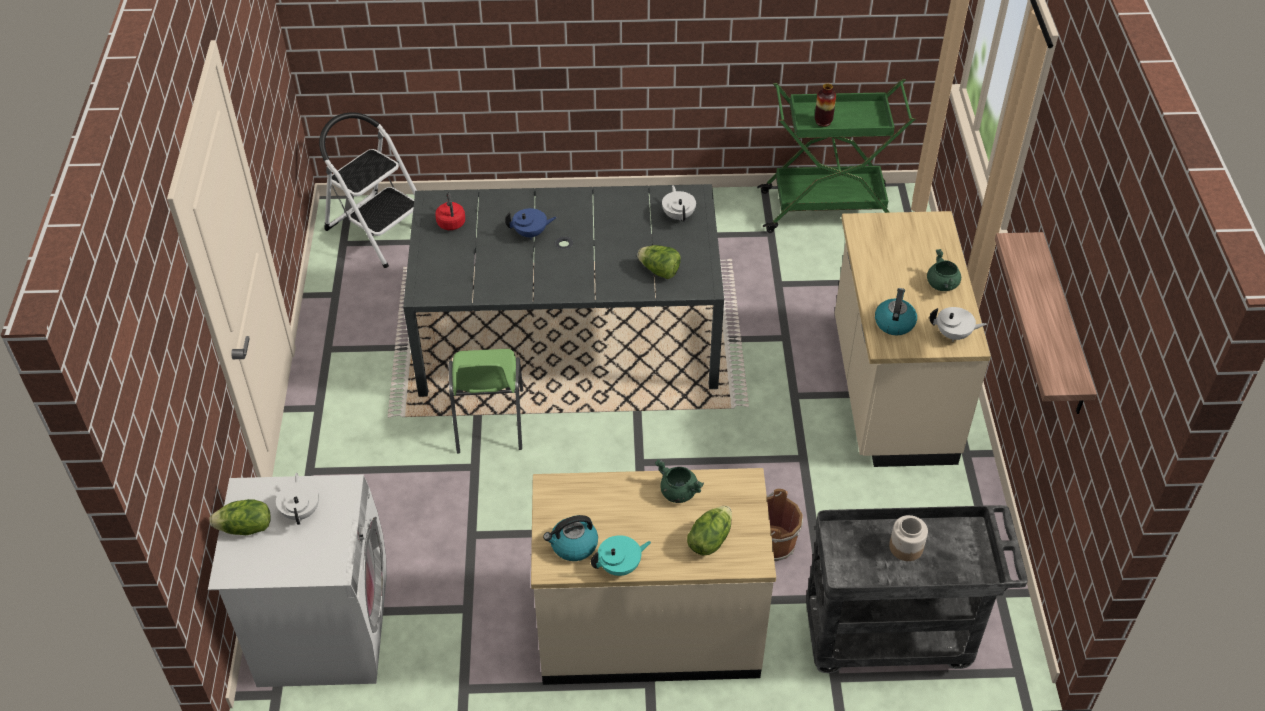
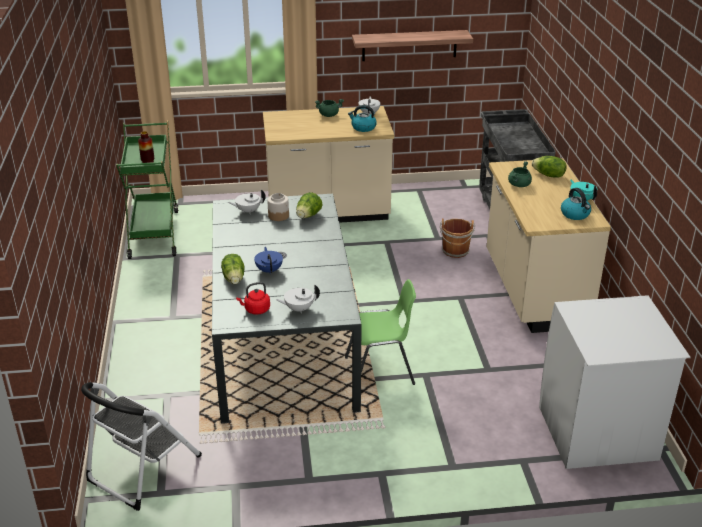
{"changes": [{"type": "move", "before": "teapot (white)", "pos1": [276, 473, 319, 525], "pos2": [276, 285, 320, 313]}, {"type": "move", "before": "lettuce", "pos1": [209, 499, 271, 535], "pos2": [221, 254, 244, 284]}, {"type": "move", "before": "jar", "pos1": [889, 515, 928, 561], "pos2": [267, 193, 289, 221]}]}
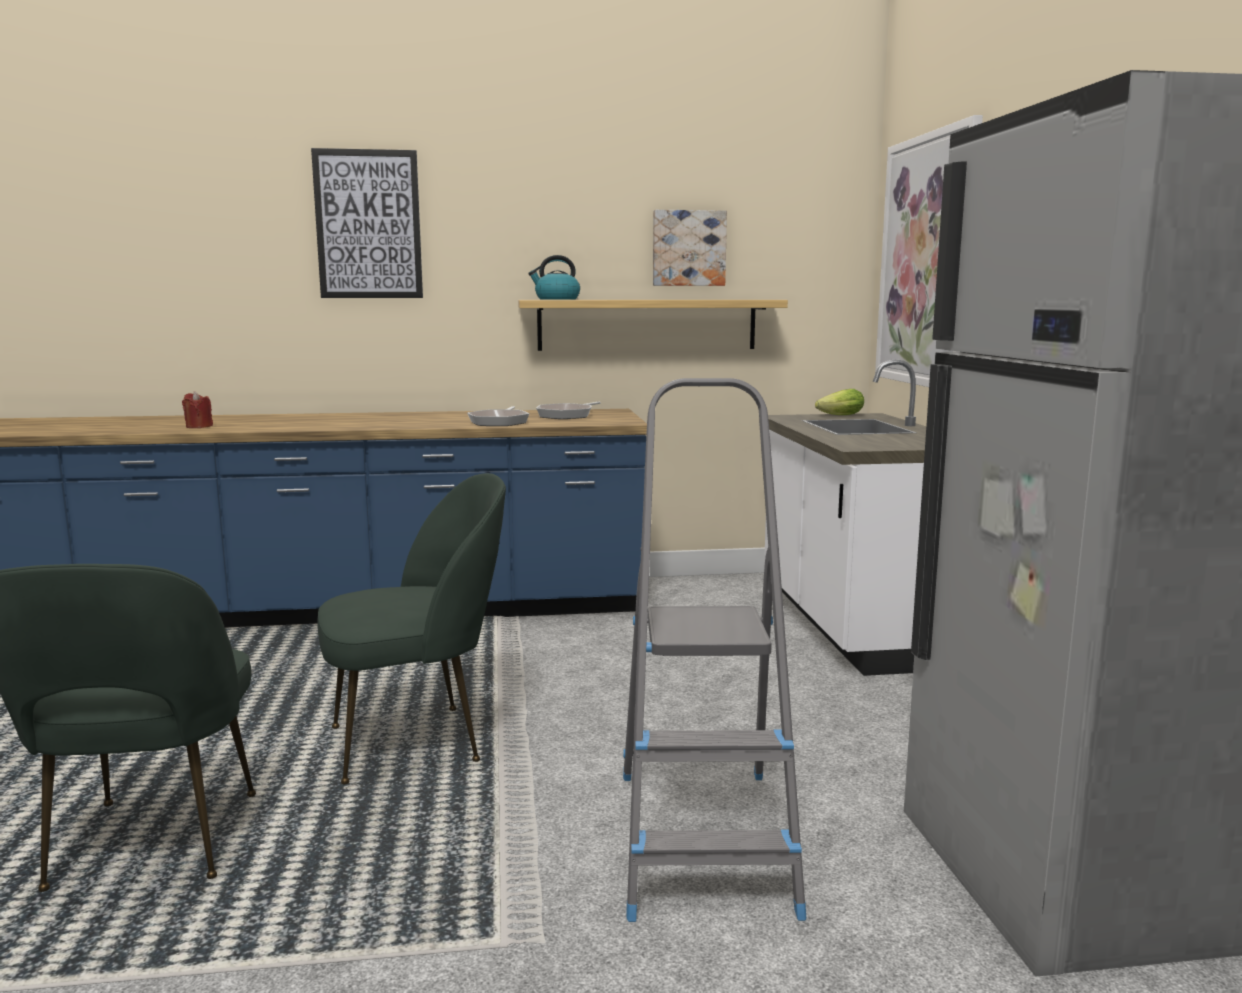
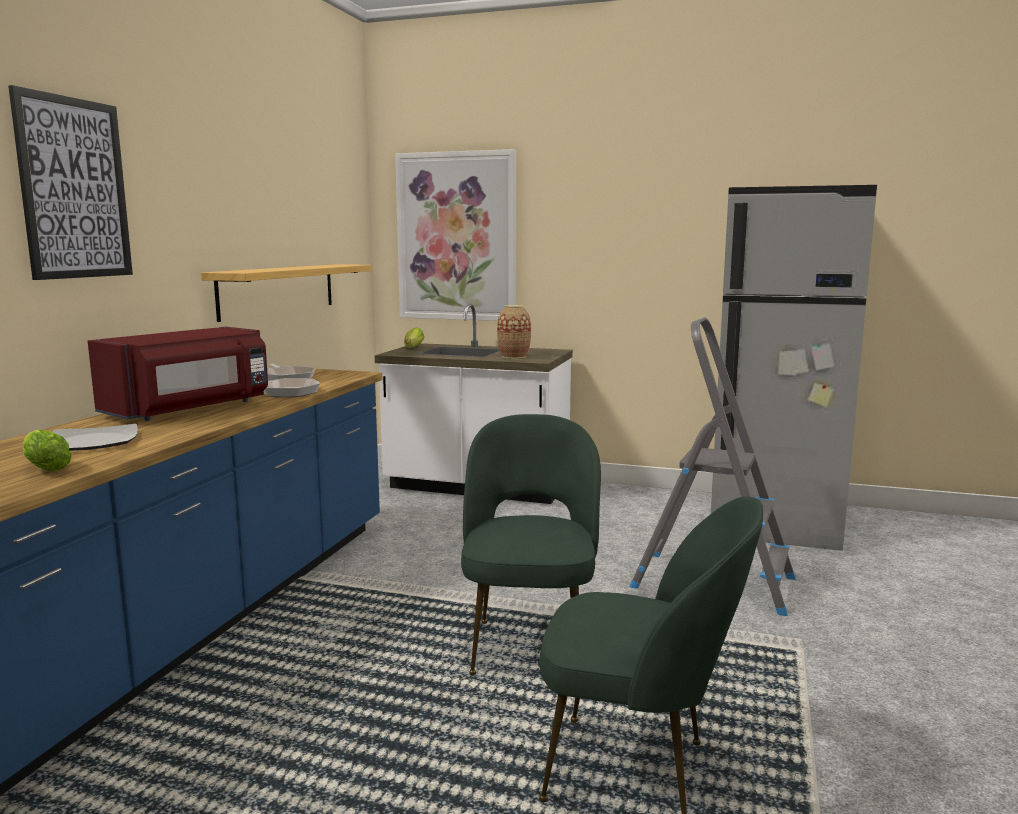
{"changes": [{"type": "delete", "before": "picture", "pos1": [653, 210, 727, 286]}, {"type": "delete", "before": "kettle", "pos1": [528, 255, 580, 299]}, {"type": "replace", "before": "candle (red)", "after": "lettuce", "pos1": [182, 391, 213, 428], "pos2": [23, 429, 72, 471]}, {"type": "insert", "after": "vase", "pos2": [497, 305, 531, 358]}, {"type": "insert", "after": "microwave (red)", "pos2": [88, 327, 268, 421]}, {"type": "insert", "after": "plate", "pos2": [52, 424, 138, 451]}]}
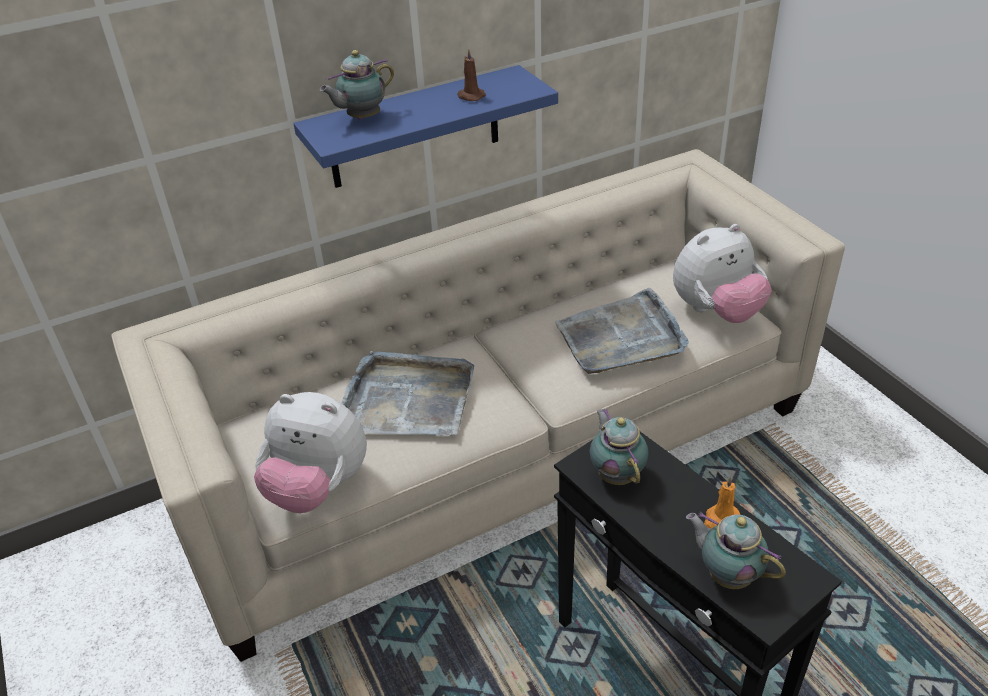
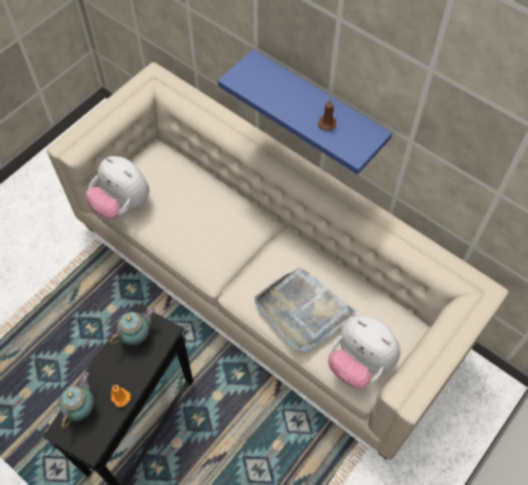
{"changes": [{"type": "delete", "before": "teapot", "pos1": [320, 50, 394, 120]}, {"type": "delete", "before": "tray (grey)", "pos1": [341, 351, 474, 436]}, {"type": "rotate", "before": "plush toy", "pos1": [254, 392, 367, 513], "pos2": [85, 156, 149, 220], "turn": -45}]}
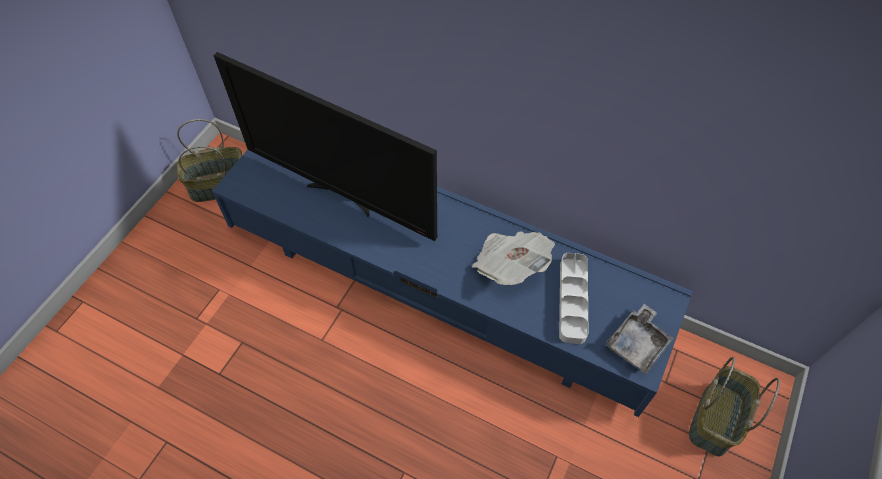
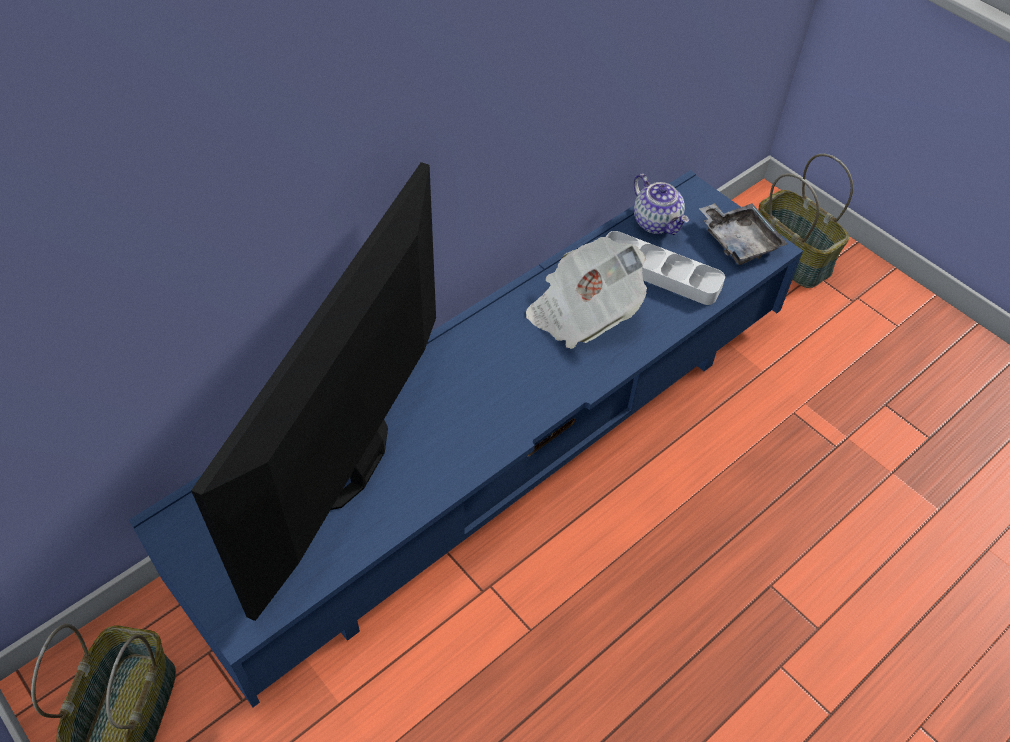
{"changes": [{"type": "rotate", "before": "television", "pos1": [213, 52, 437, 241], "pos2": [191, 162, 436, 621], "turn": 150}, {"type": "insert", "after": "teapot", "pos2": [633, 174, 689, 235]}]}
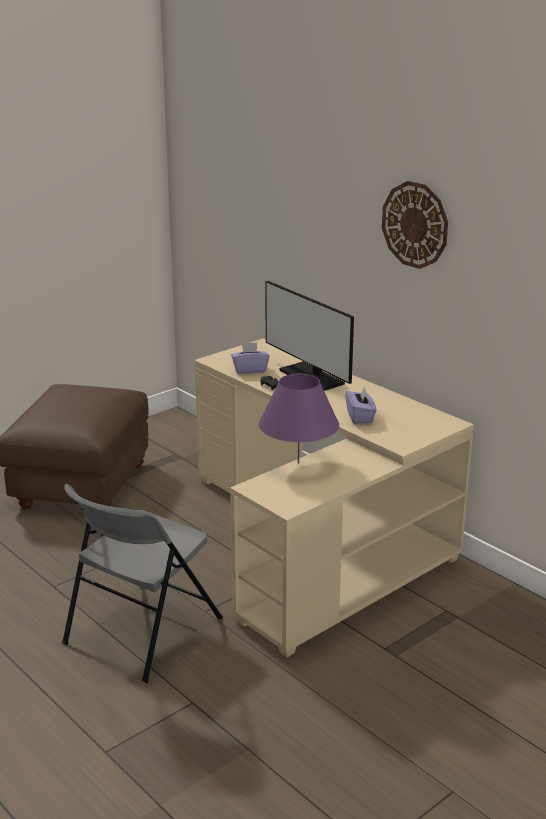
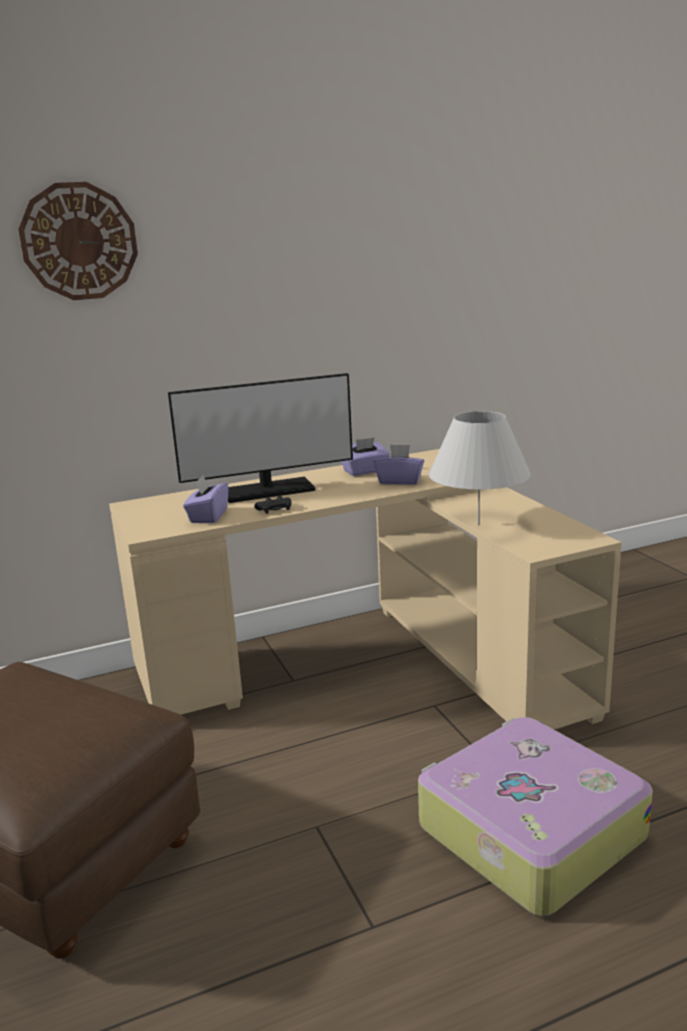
{"changes": [{"type": "move", "before": "wall clock", "pos1": [382, 181, 448, 269], "pos2": [18, 182, 138, 300]}, {"type": "recolor", "before": "table lamp (purple)", "after": "table lamp (white)", "pos1": [259, 374, 339, 463], "pos2": [428, 411, 531, 526]}, {"type": "replace", "before": "chair (grey)", "after": "suitcase", "pos1": [62, 484, 223, 683], "pos2": [418, 717, 653, 916]}, {"type": "insert", "after": "tissue box (purple)", "pos2": [341, 437, 390, 476]}]}
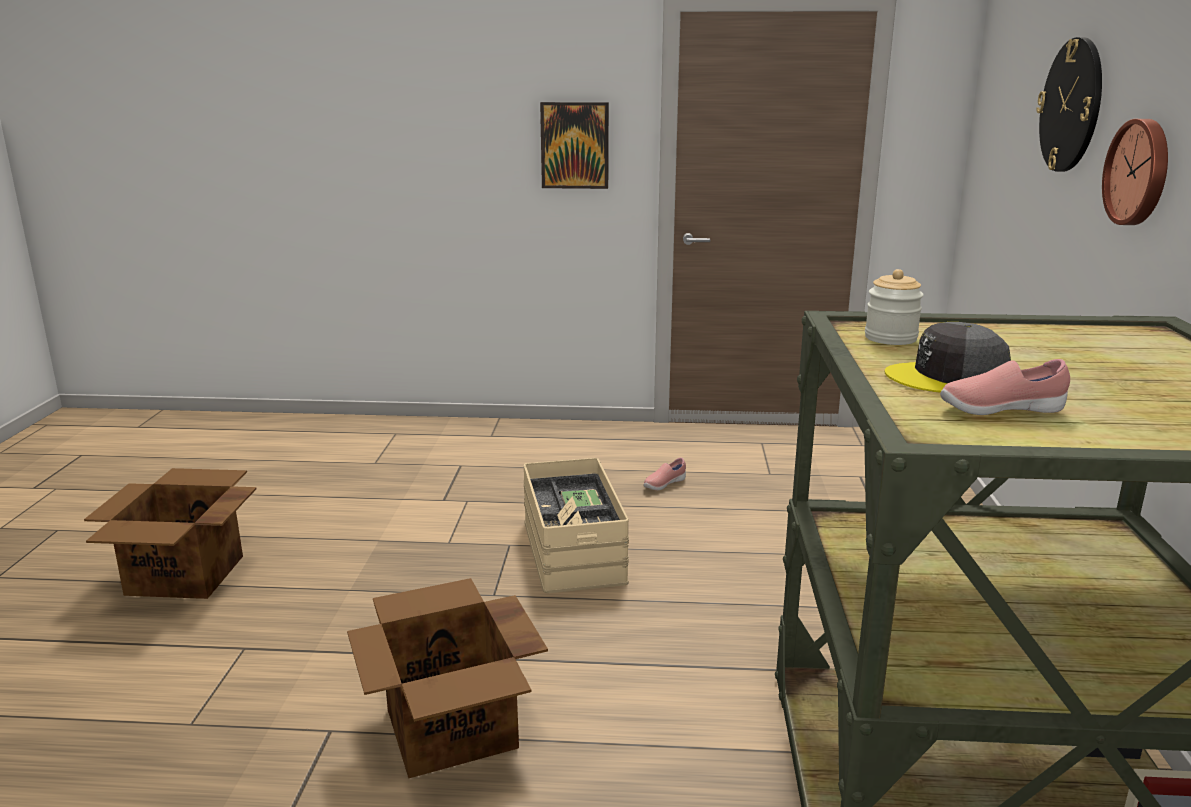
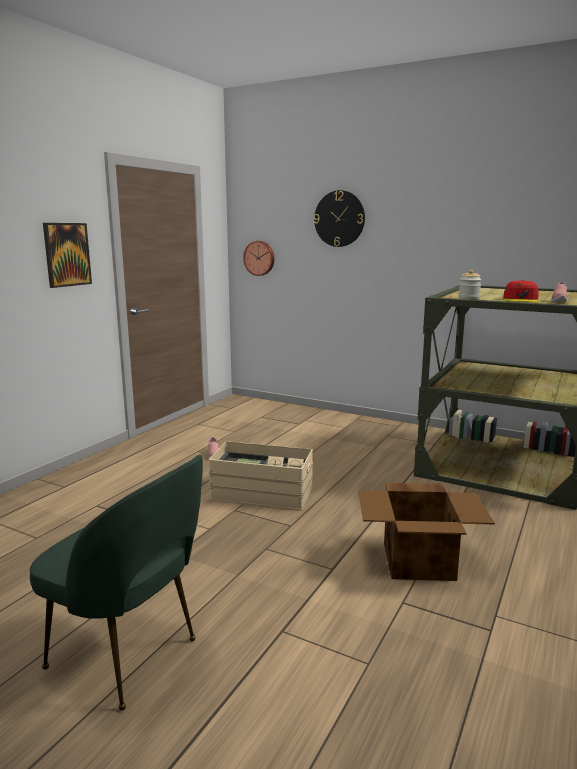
{"changes": [{"type": "move", "before": "wall clock", "pos1": [1102, 119, 1168, 225], "pos2": [243, 241, 274, 276]}, {"type": "recolor", "before": "cap (grey)", "after": "cap (red)", "pos1": [885, 322, 1011, 392], "pos2": [503, 280, 539, 302]}, {"type": "replace", "before": "cardboard box", "after": "chair (green)", "pos1": [84, 468, 256, 599], "pos2": [30, 455, 203, 711]}]}
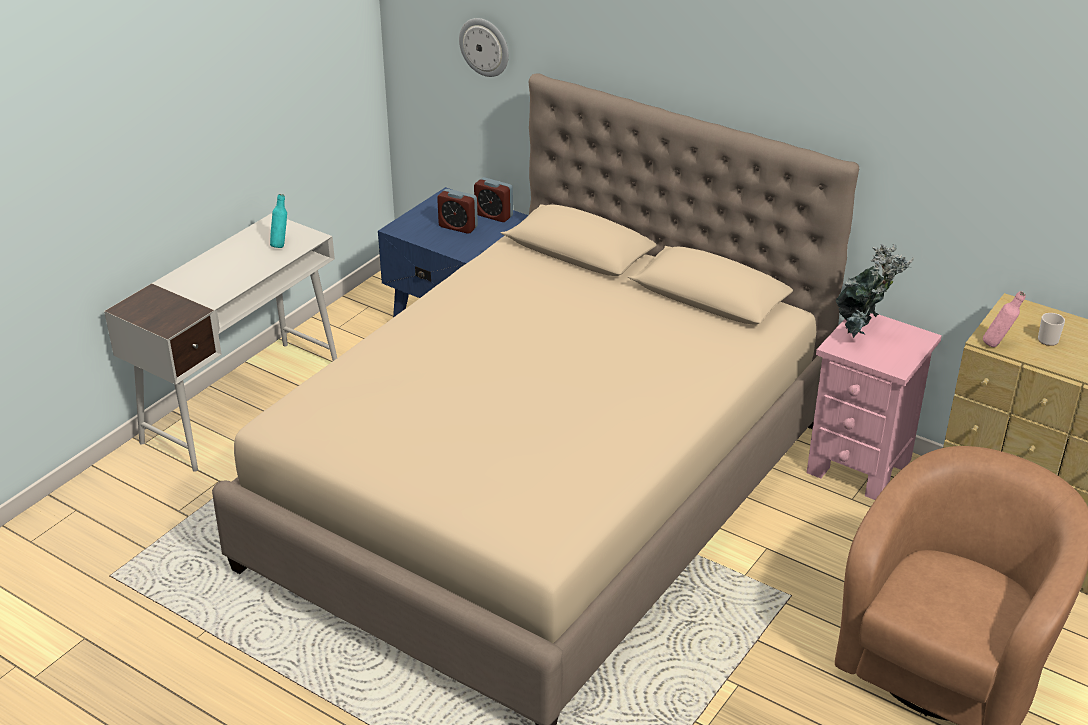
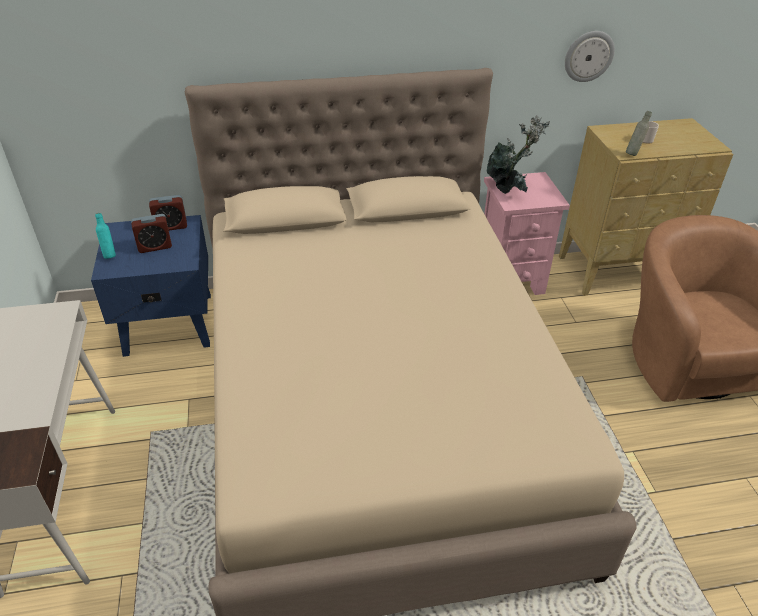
{"changes": [{"type": "move", "before": "wall clock", "pos1": [459, 18, 509, 77], "pos2": [565, 31, 615, 82]}, {"type": "move", "before": "bottle (turquoise)", "pos1": [270, 194, 287, 248], "pos2": [95, 213, 116, 259]}, {"type": "recolor", "before": "bottle (pink)", "after": "bottle (grey)", "pos1": [983, 291, 1026, 347], "pos2": [626, 111, 652, 156]}]}
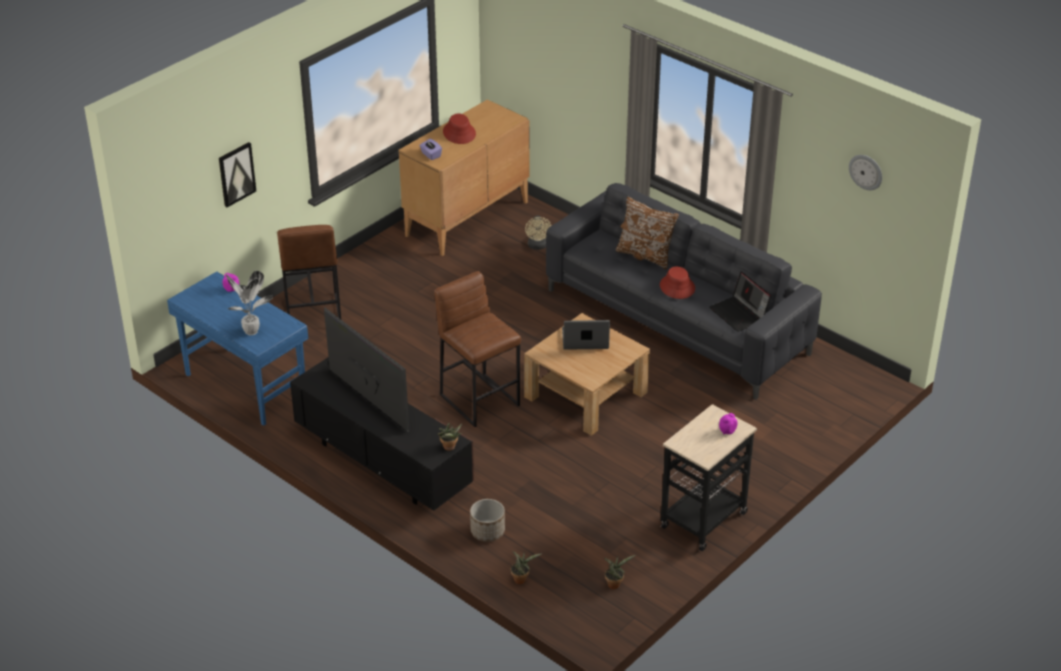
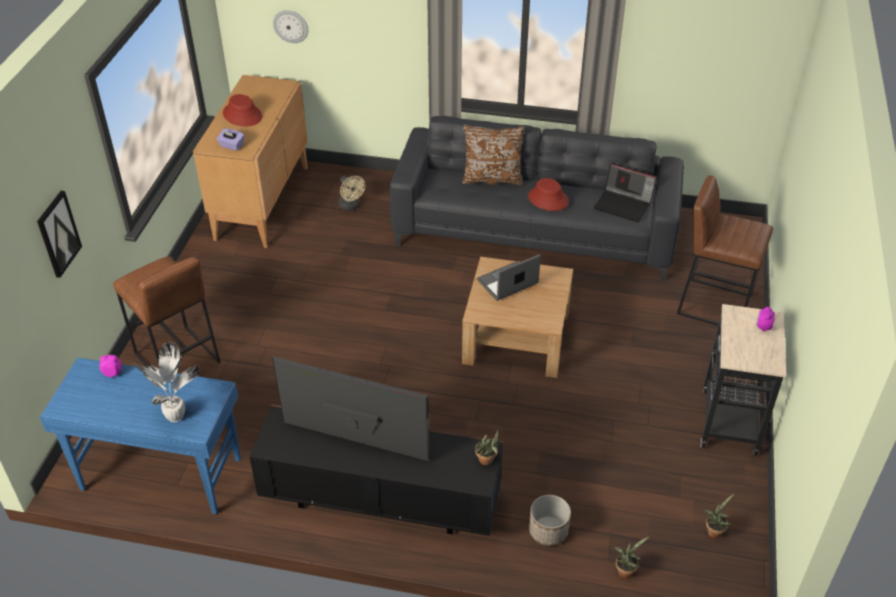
{"changes": [{"type": "move", "before": "wall clock", "pos1": [849, 155, 882, 190], "pos2": [273, 10, 308, 43]}, {"type": "move", "before": "stool (brown)", "pos1": [434, 271, 521, 427], "pos2": [677, 175, 773, 326]}]}
